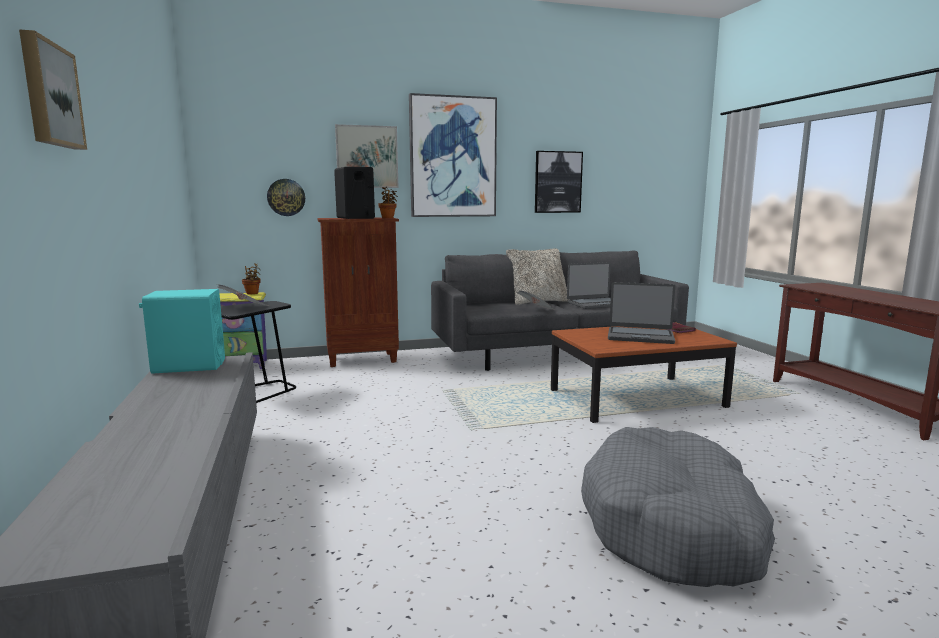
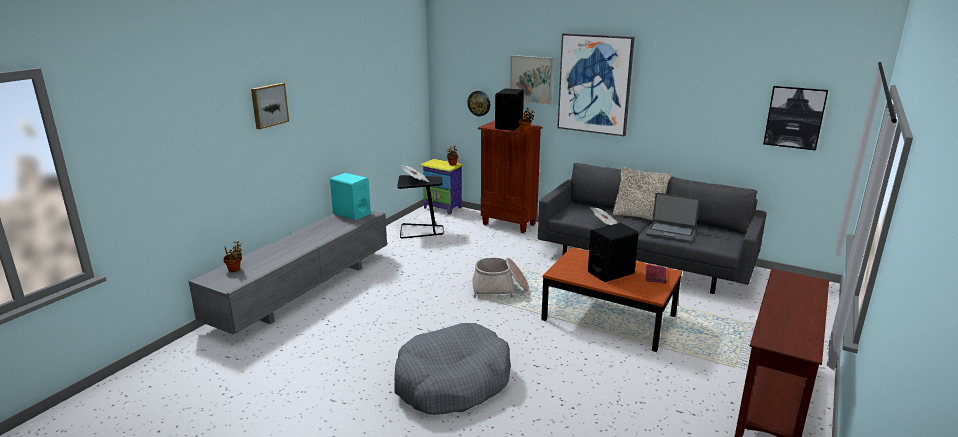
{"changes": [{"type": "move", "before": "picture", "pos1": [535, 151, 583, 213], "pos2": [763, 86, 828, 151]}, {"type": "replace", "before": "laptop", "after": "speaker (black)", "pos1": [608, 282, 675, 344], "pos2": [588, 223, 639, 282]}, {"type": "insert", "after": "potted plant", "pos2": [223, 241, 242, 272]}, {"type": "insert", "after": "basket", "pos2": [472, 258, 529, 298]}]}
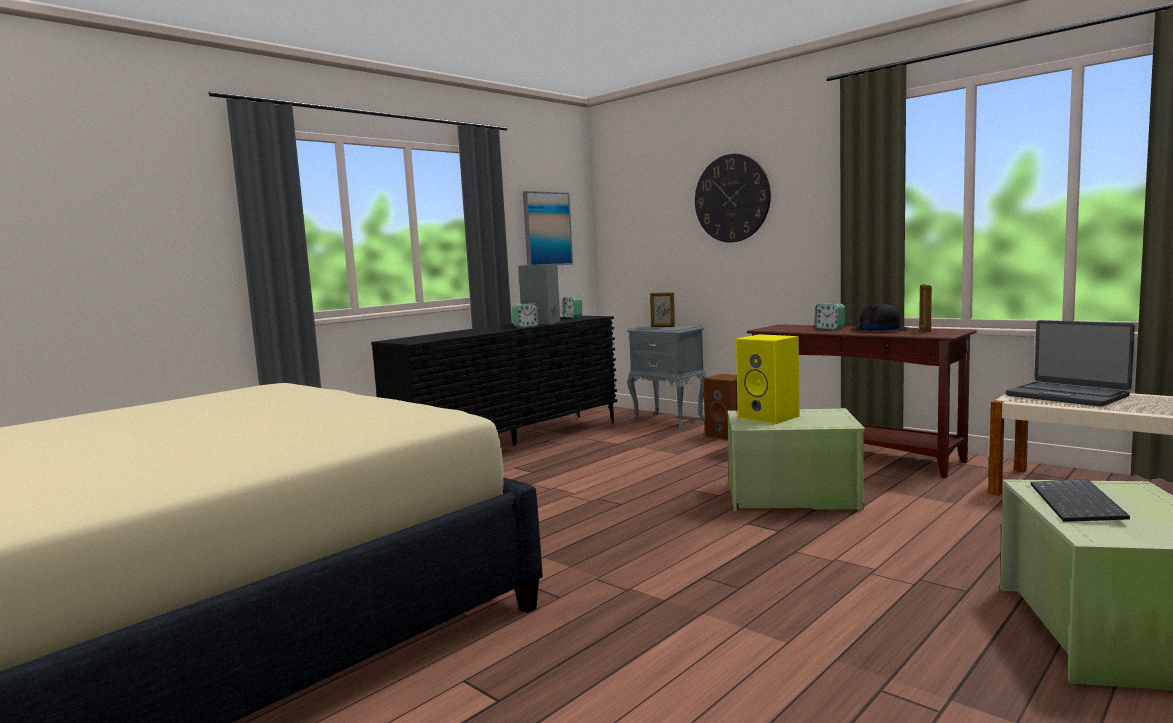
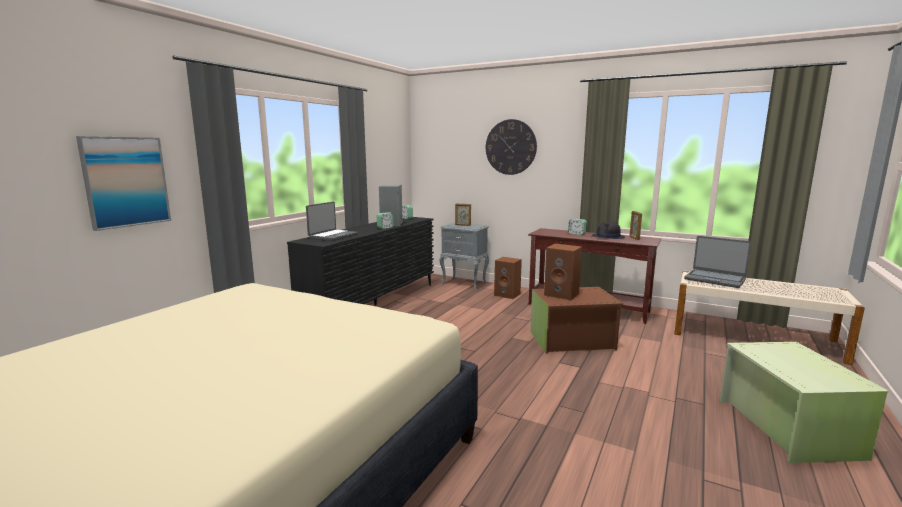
{"changes": [{"type": "move", "before": "picture", "pos1": [523, 191, 573, 266], "pos2": [76, 136, 171, 231]}, {"type": "recolor", "before": "speaker (yellow)", "after": "speaker (brown)", "pos1": [736, 334, 800, 424], "pos2": [544, 243, 582, 300]}, {"type": "recolor", "before": "storage box (green)", "after": "storage box (brown)", "pos1": [728, 408, 865, 511], "pos2": [530, 287, 623, 354]}, {"type": "delete", "before": "keyboard", "pos1": [1031, 479, 1130, 522]}, {"type": "insert", "after": "laptop", "pos2": [306, 202, 359, 241]}]}
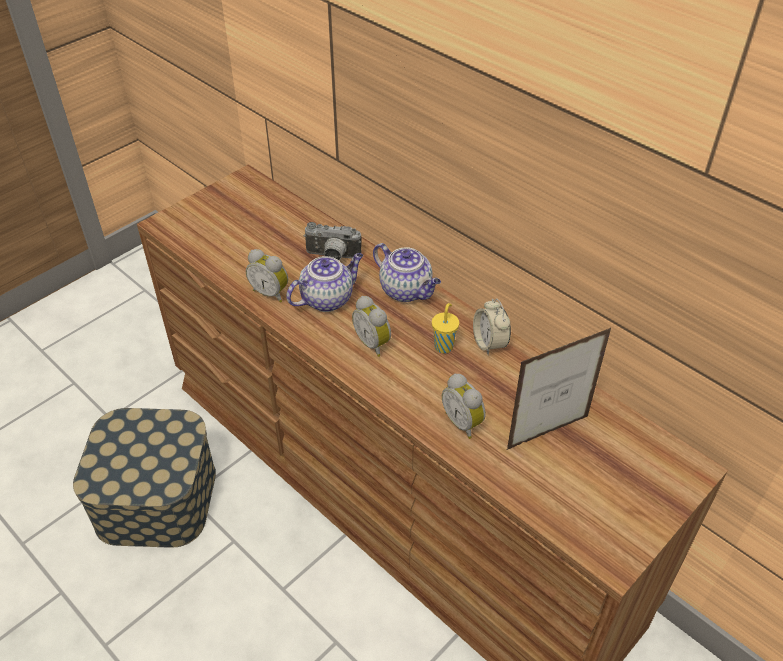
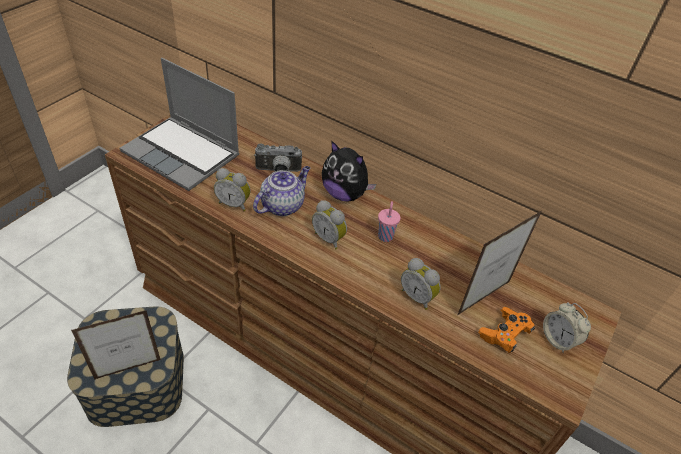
{"changes": [{"type": "replace", "before": "teapot", "after": "plush toy", "pos1": [373, 243, 441, 302], "pos2": [322, 140, 377, 202]}, {"type": "move", "before": "alarm clock", "pos1": [473, 298, 511, 355], "pos2": [543, 302, 591, 353]}, {"type": "recolor", "before": "cup (yellow)", "after": "cup (pink)", "pos1": [432, 303, 459, 353], "pos2": [378, 201, 401, 242]}, {"type": "insert", "after": "laptop", "pos2": [120, 58, 239, 191]}, {"type": "insert", "after": "game controller (orange)", "pos2": [478, 307, 535, 353]}, {"type": "insert", "after": "picture frame", "pos2": [71, 310, 161, 380]}]}
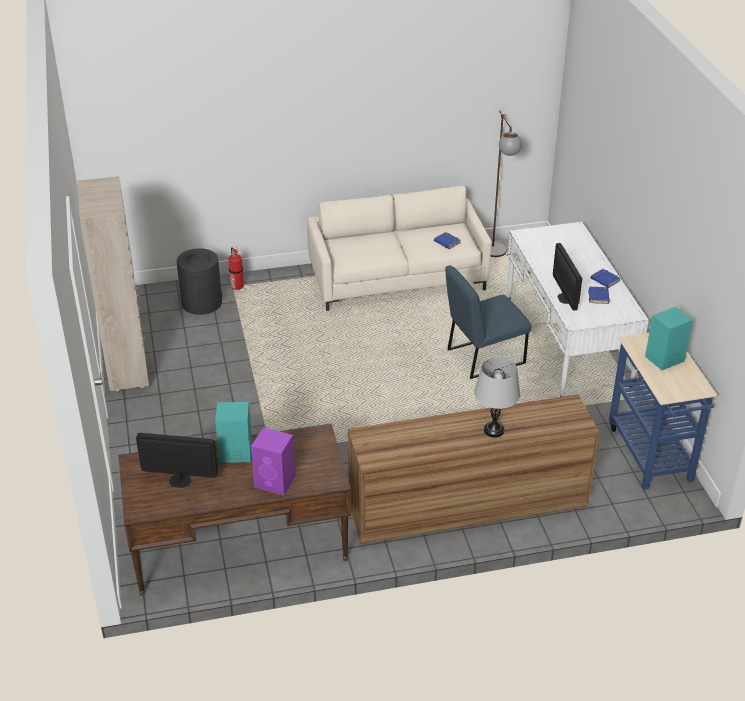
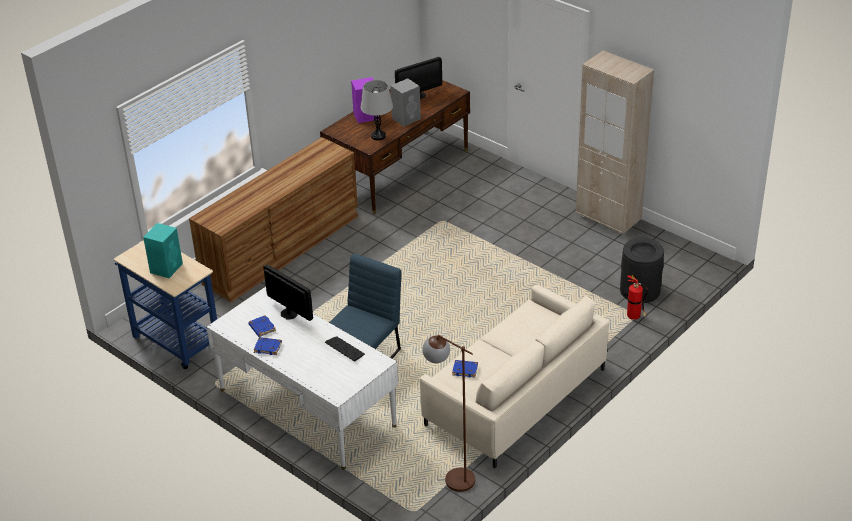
{"changes": [{"type": "move", "before": "table lamp (grey)", "pos1": [474, 357, 520, 438], "pos2": [360, 80, 393, 140]}, {"type": "recolor", "before": "speaker (turquoise)", "after": "speaker (grey)", "pos1": [215, 402, 252, 463], "pos2": [390, 78, 421, 127]}, {"type": "insert", "after": "keyboard", "pos2": [325, 337, 365, 361]}]}
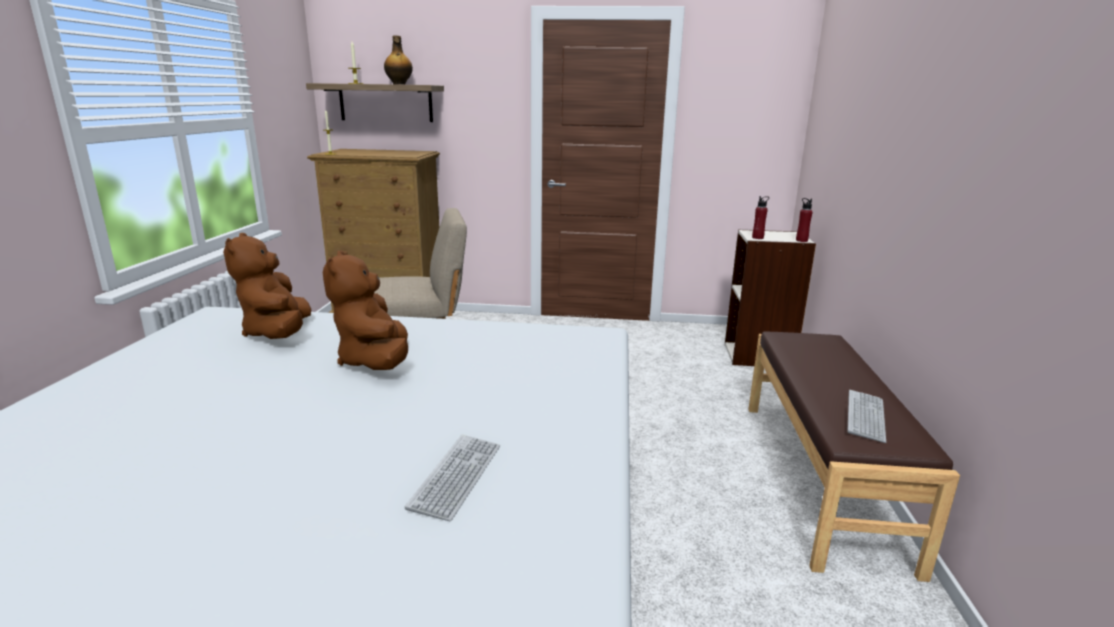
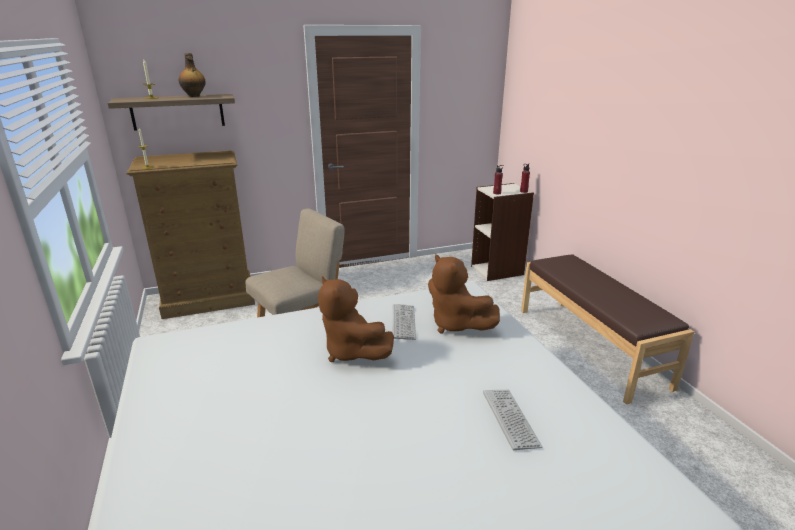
{"changes": [{"type": "move", "before": "plush toy (brown)", "pos1": [223, 233, 311, 339], "pos2": [428, 254, 500, 333]}, {"type": "move", "before": "keyboard", "pos1": [847, 390, 886, 443], "pos2": [393, 304, 416, 340]}]}
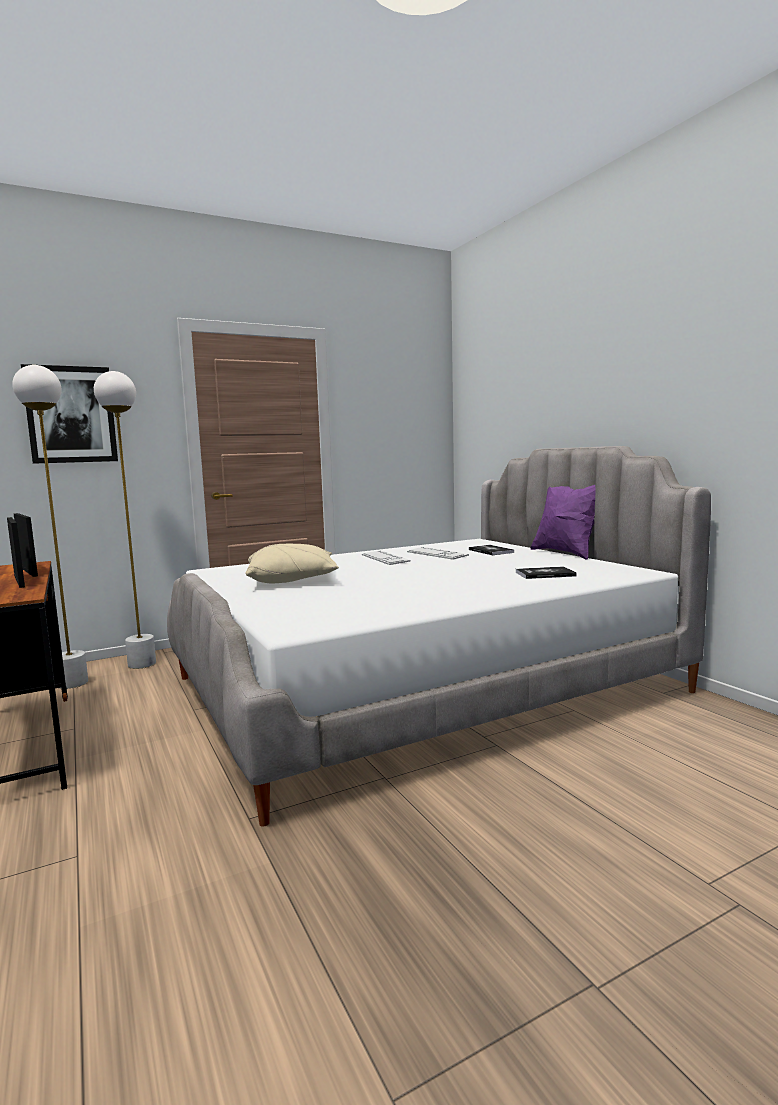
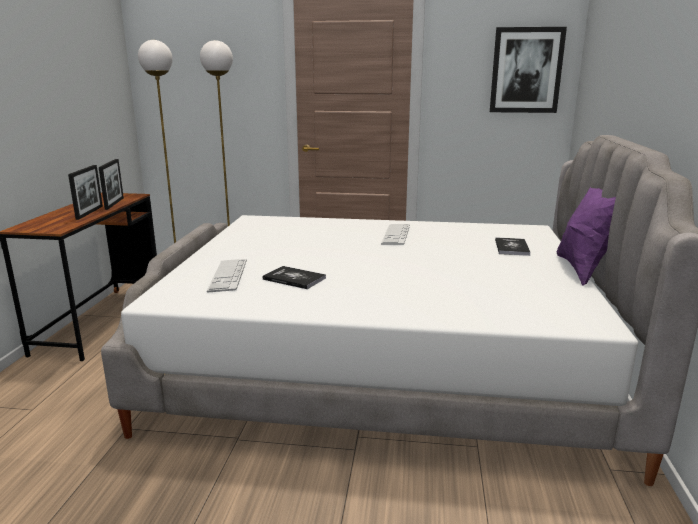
{"changes": [{"type": "move", "before": "picture", "pos1": [21, 364, 118, 464], "pos2": [490, 27, 567, 113]}, {"type": "delete", "before": "pillow (beige)", "pos1": [245, 544, 339, 583]}, {"type": "move", "before": "keyboard", "pos1": [407, 547, 469, 560], "pos2": [207, 259, 247, 293]}, {"type": "move", "before": "book", "pos1": [516, 566, 577, 579], "pos2": [263, 266, 326, 289]}]}
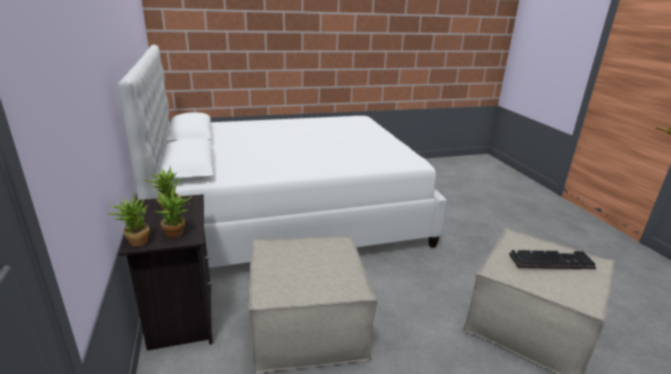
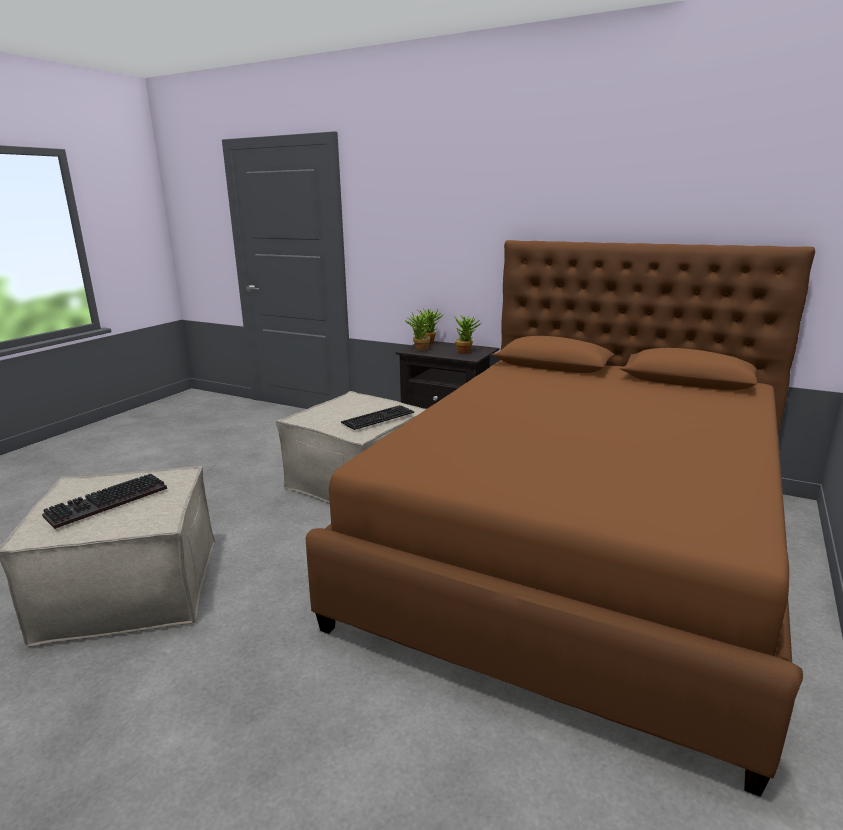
{"changes": [{"type": "recolor", "before": "bed (white)", "after": "bed (brown)", "pos1": [118, 45, 447, 268], "pos2": [305, 240, 815, 797]}, {"type": "insert", "after": "keyboard", "pos2": [341, 405, 414, 430]}]}
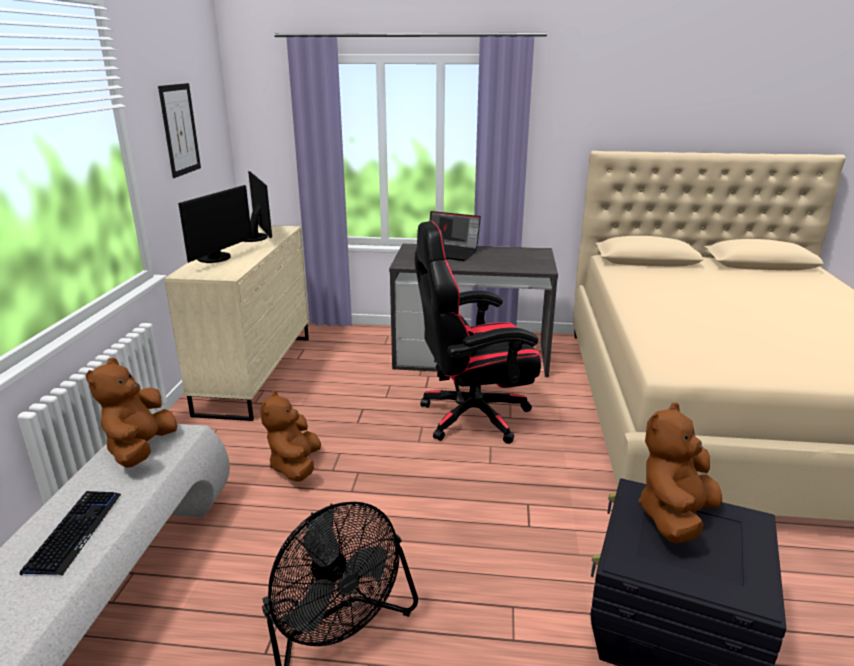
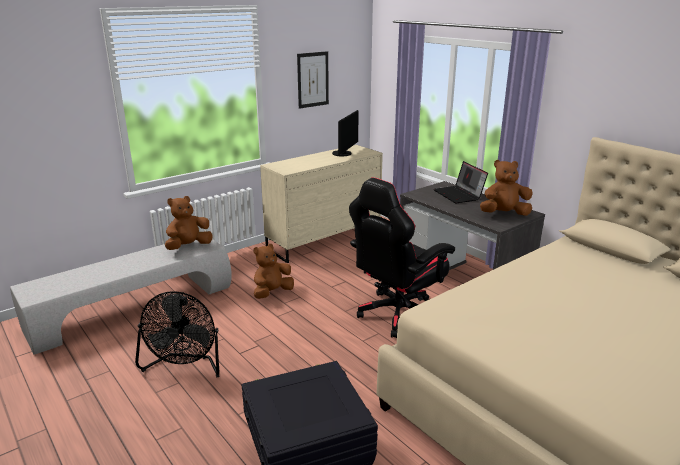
{"changes": [{"type": "delete", "before": "monitor", "pos1": [178, 185, 252, 263]}, {"type": "rotate", "before": "office chair (black)", "pos1": [414, 220, 541, 444], "pos2": [349, 177, 455, 338], "turn": -75}, {"type": "move", "before": "plush toy (brown)", "pos1": [638, 403, 722, 544], "pos2": [480, 160, 532, 216]}, {"type": "delete", "before": "keyboard", "pos1": [19, 491, 121, 576]}]}
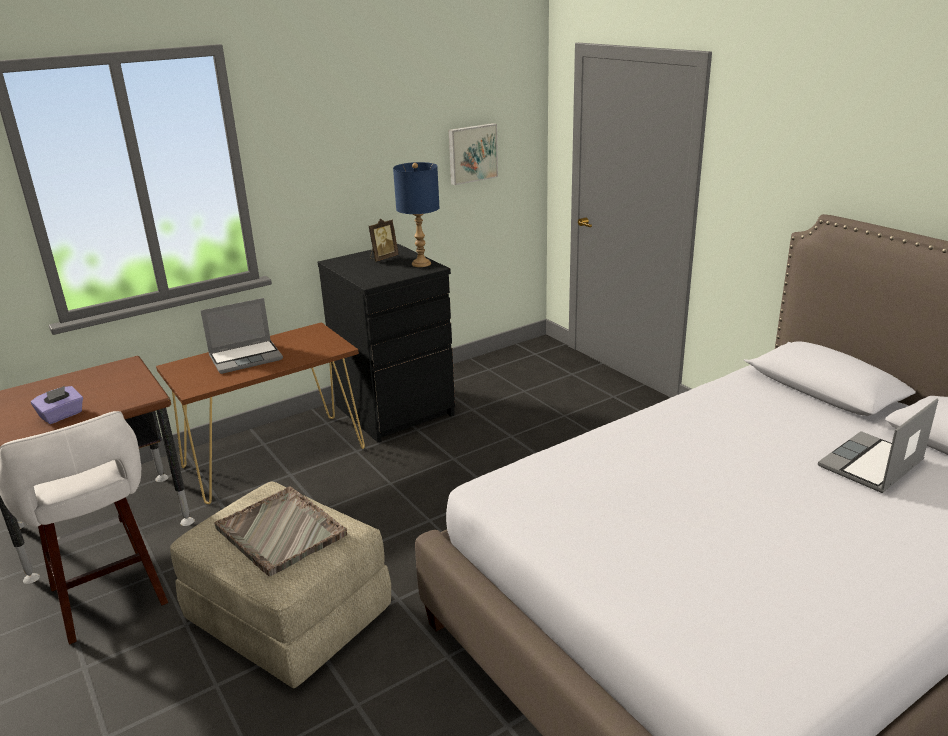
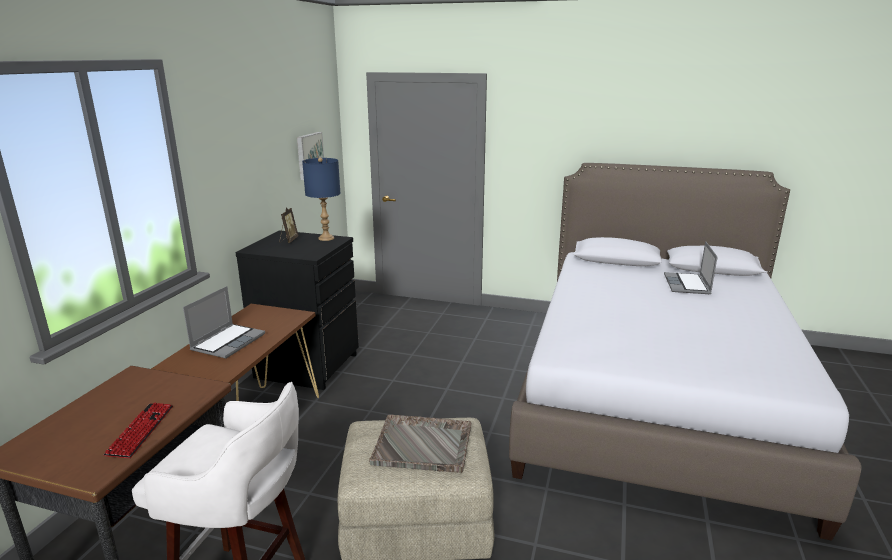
{"changes": [{"type": "replace", "before": "tissue box (purple)", "after": "keyboard", "pos1": [31, 386, 83, 424], "pos2": [104, 403, 173, 458]}]}
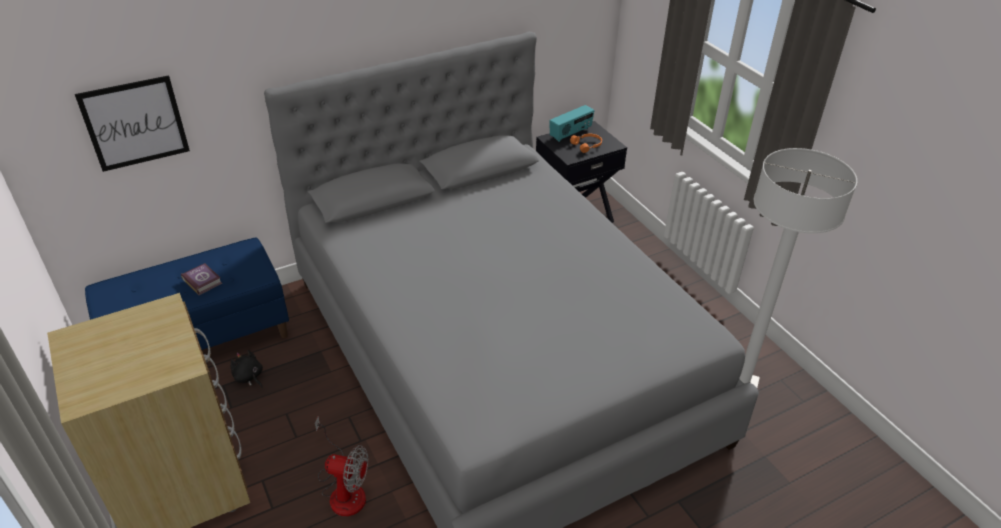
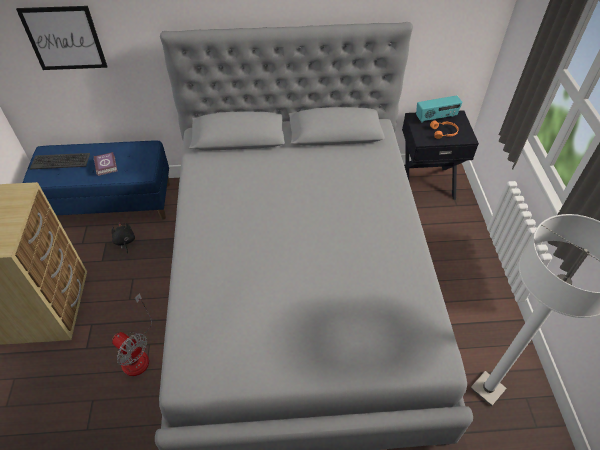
{"changes": [{"type": "insert", "after": "keyboard", "pos2": [30, 153, 90, 169]}]}
